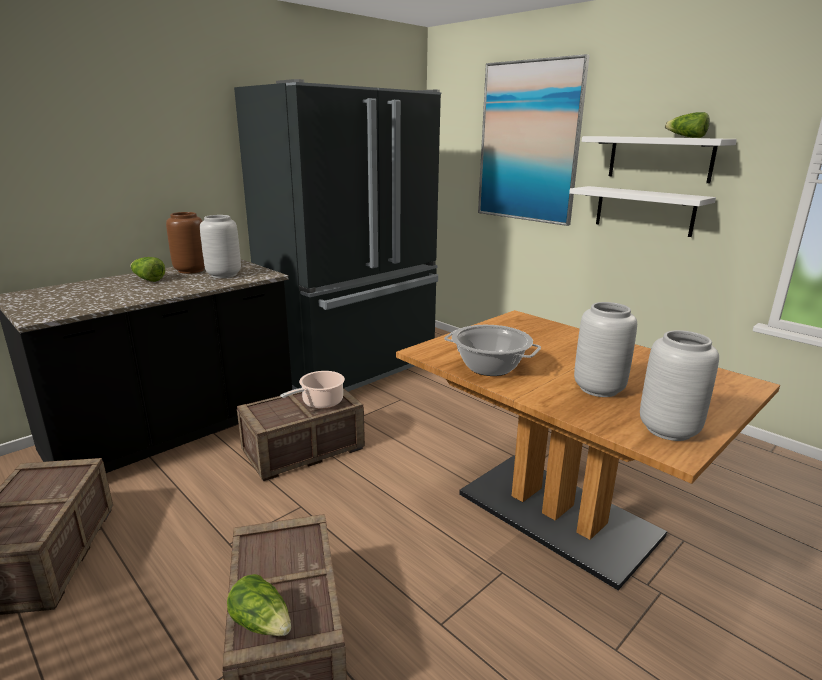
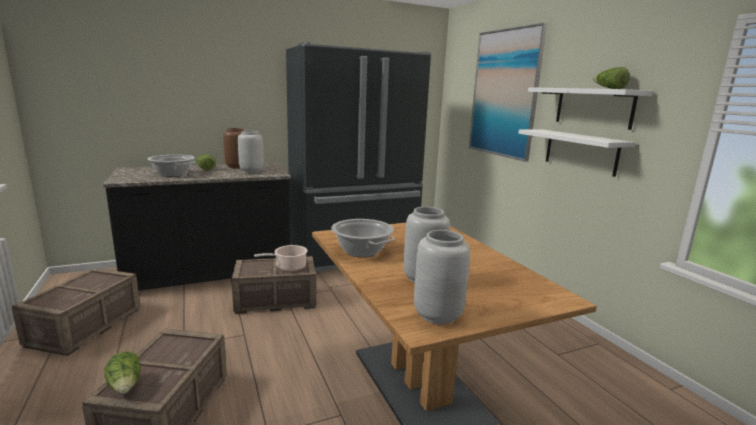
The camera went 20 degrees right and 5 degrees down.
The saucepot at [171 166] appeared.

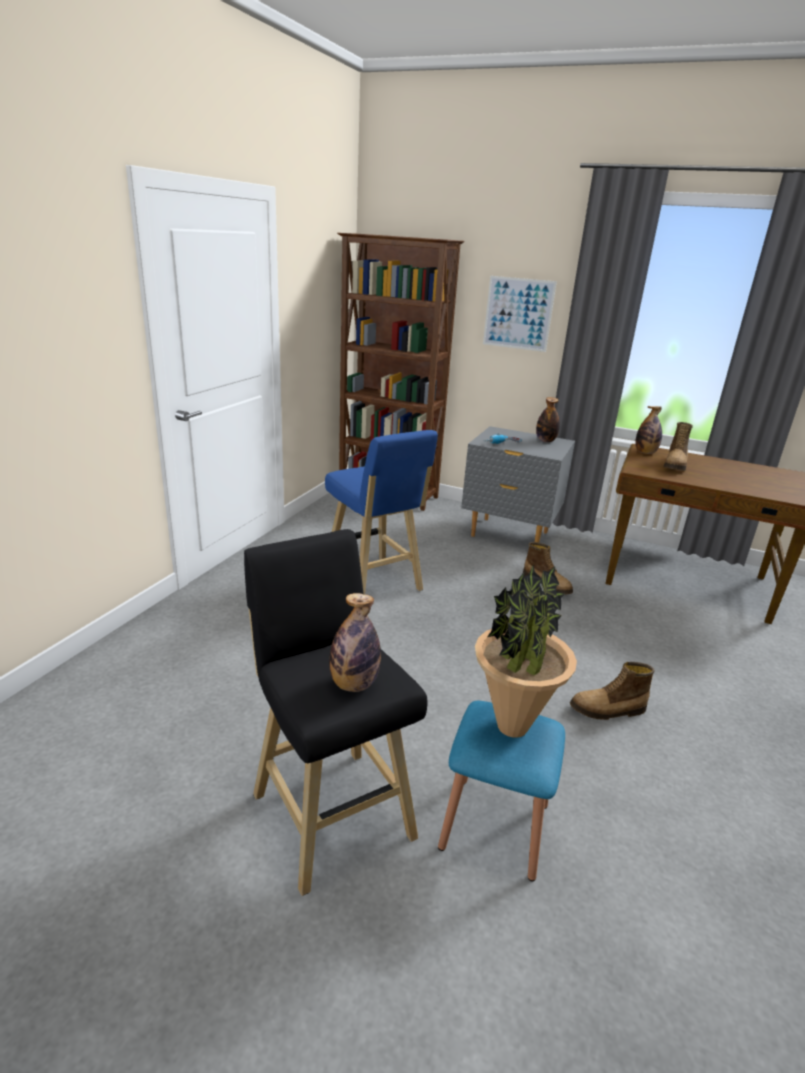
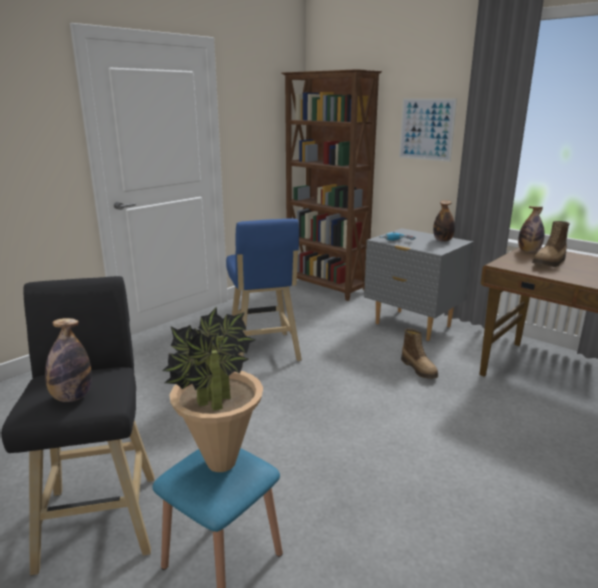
The camera went 20 degrees right and 5 degrees down.
The tall boot at [612 691] disappeared.

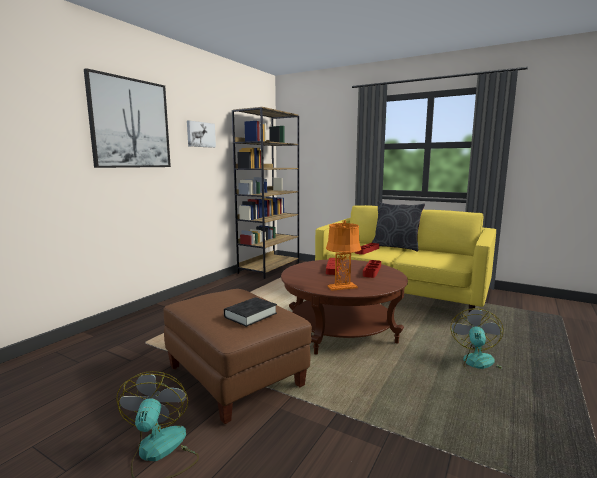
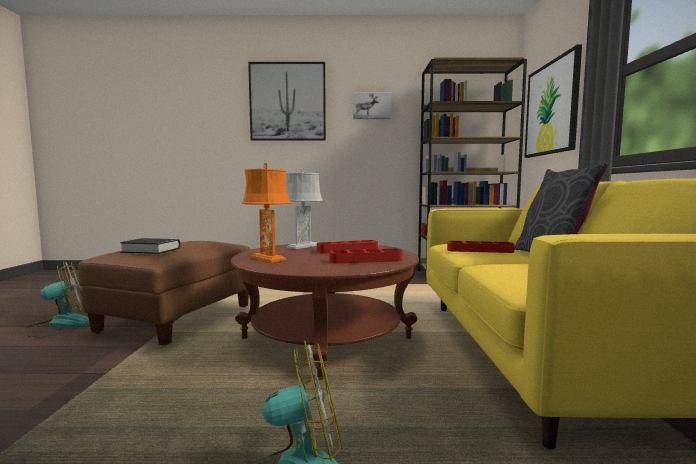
The camera went 60 degrees right and 5 degrees down.
The picture at [553 101] appeared.
The gray lamp for a table at [304 208] appeared.

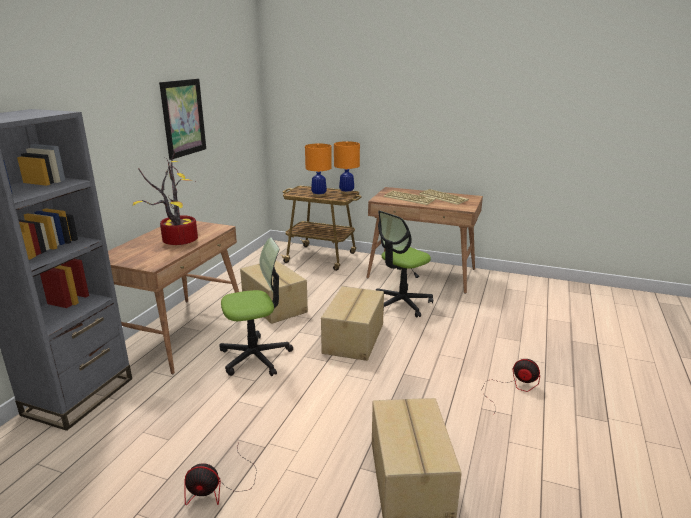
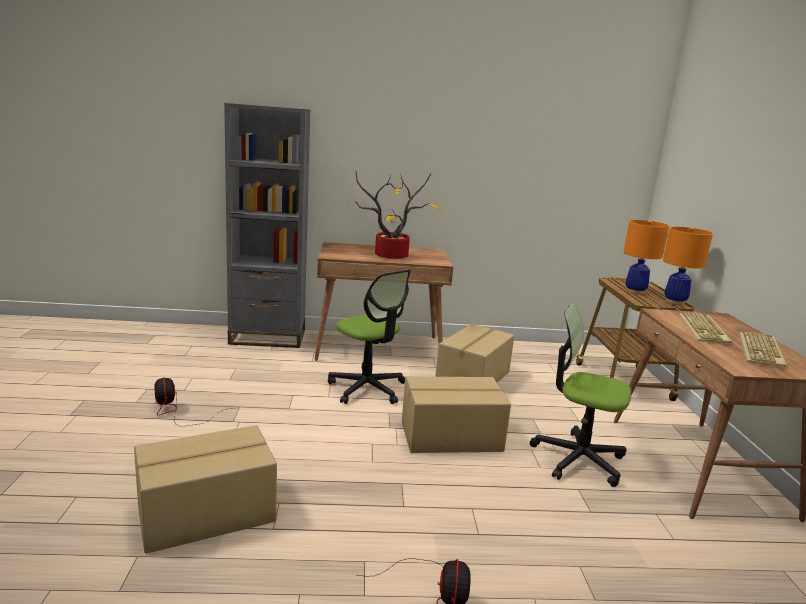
The camera went 65 degrees right and 5 degrees down.
The picture at [182 119] disappeared.

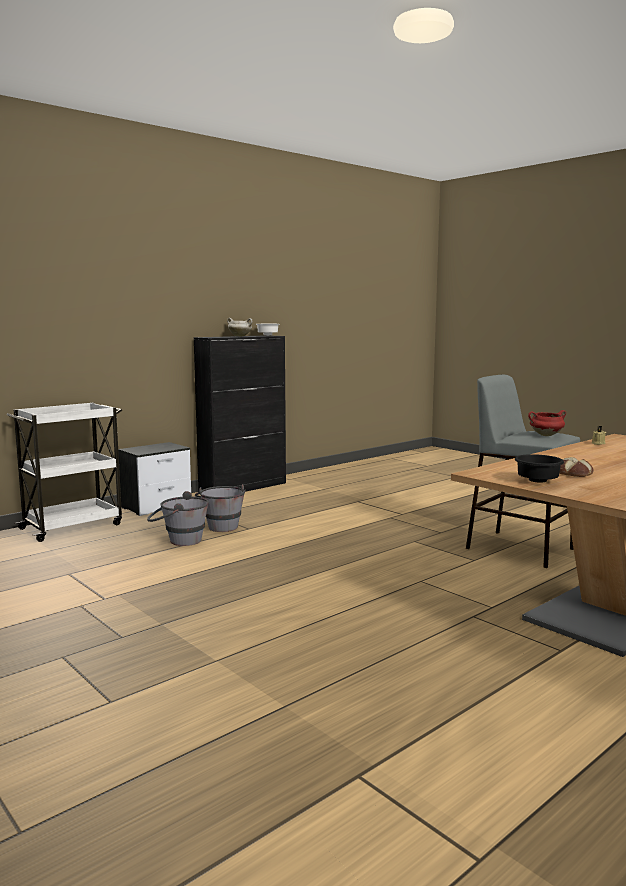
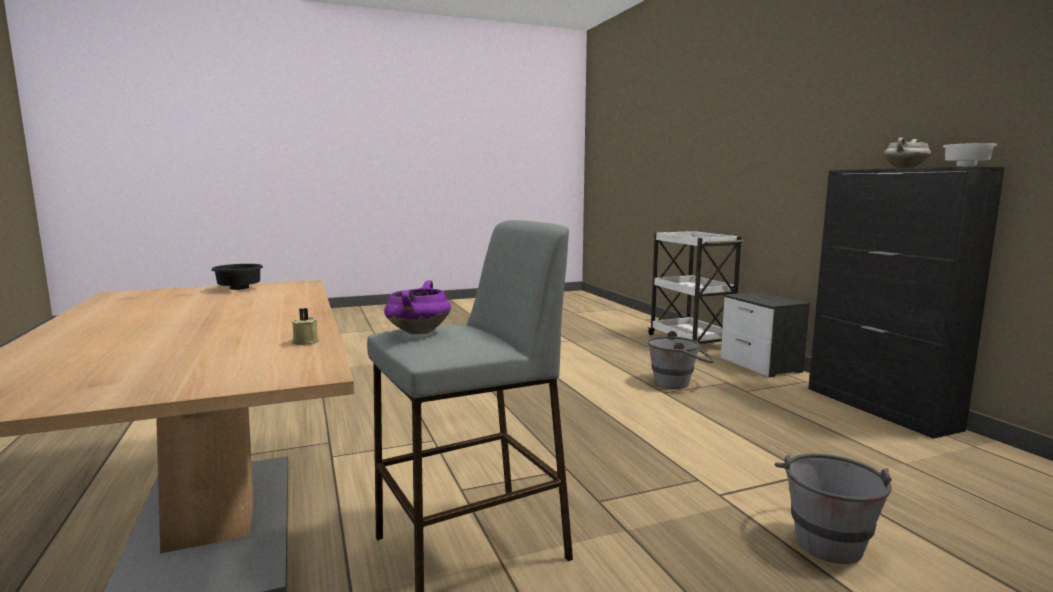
The camera went 110 degrees right and 0 degrees up.
The red-coloured saucepot at [547 423] became the purple saucepot at [417 307].
The bakery bread at [576 467] disappeared.
The gray water bucket moved from [178 518] to [833 509].

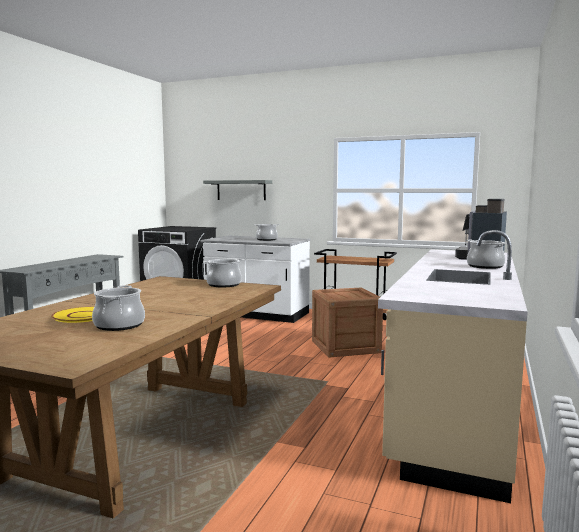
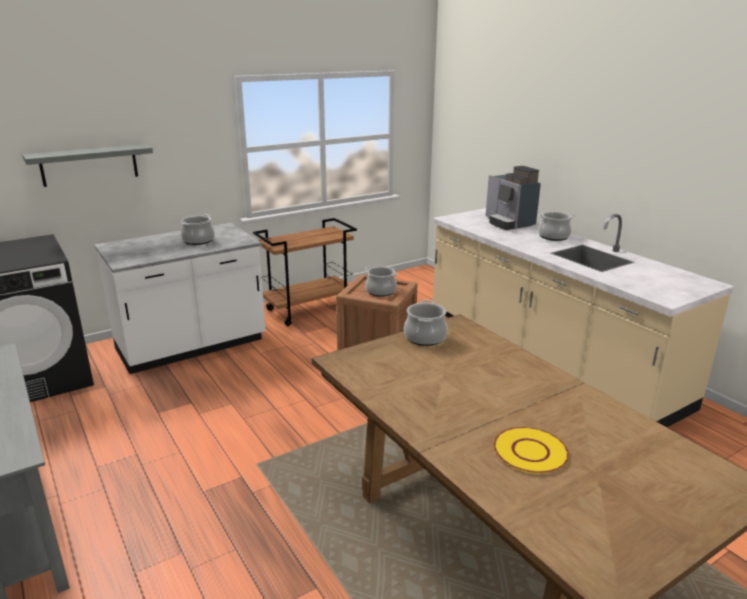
The camera went 55 degrees left and 15 degrees up.
The saucepot moved from [118 308] to [381 282].

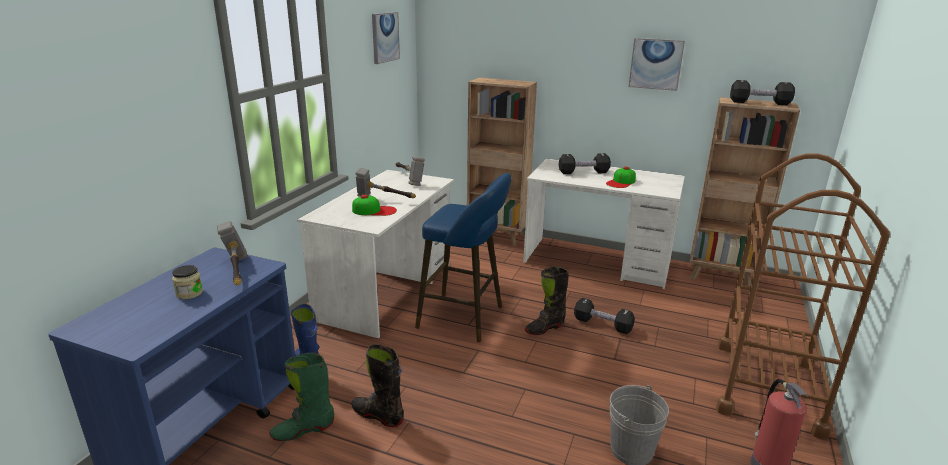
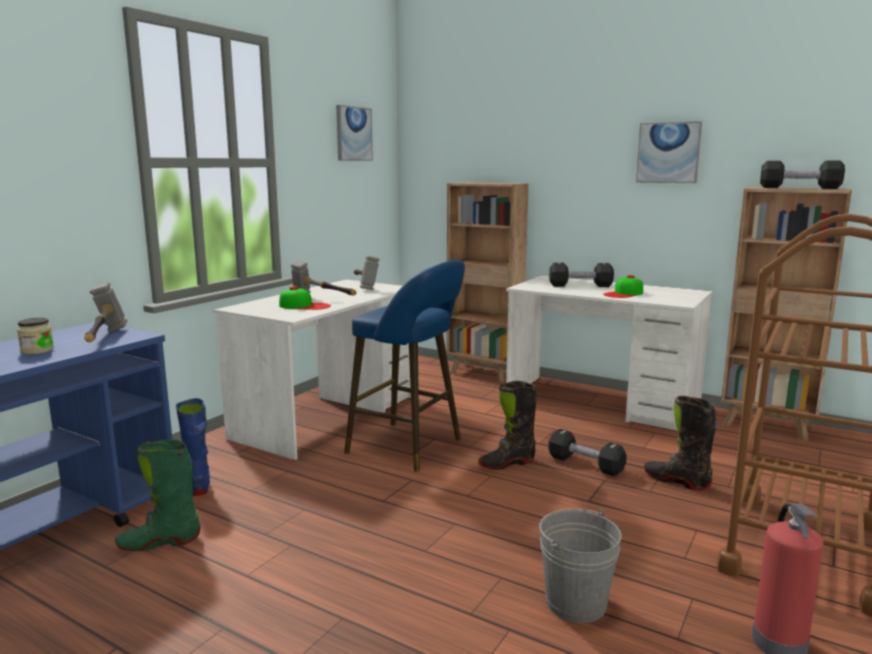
The camera went 10 degrees right and 10 degrees down.
The black tall boot moved from [377 385] to [680 443].

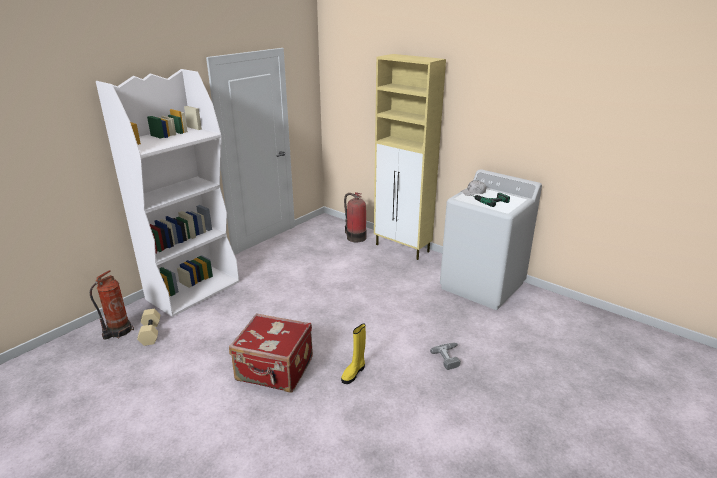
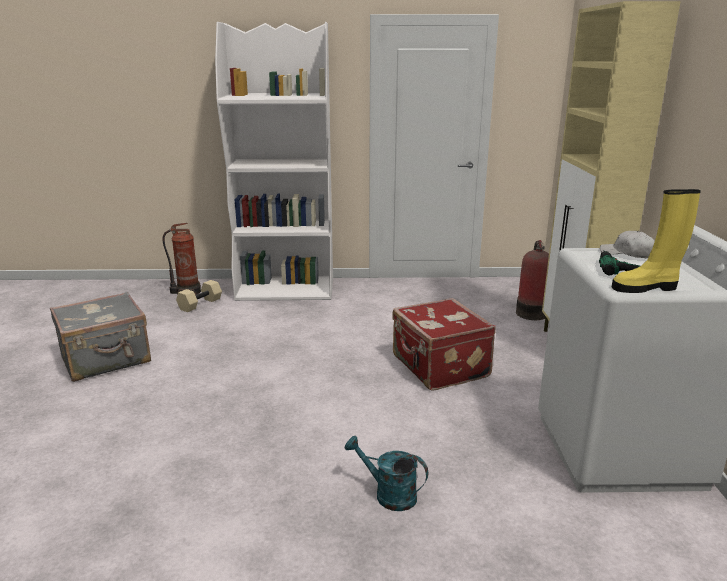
The camera went 50 degrees right and 5 degrees down.
The red-coloured travel case moved from [271 353] to [444 344].
The yellowish tall boot moved from [353 353] to [656 241].
The power drill at [445 356] was replaced by the turquoise-coloured watering pot at [386 473].
The gray travel case at [100 337] appeared.

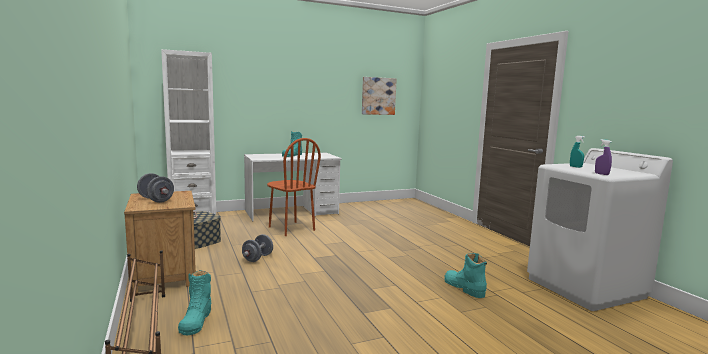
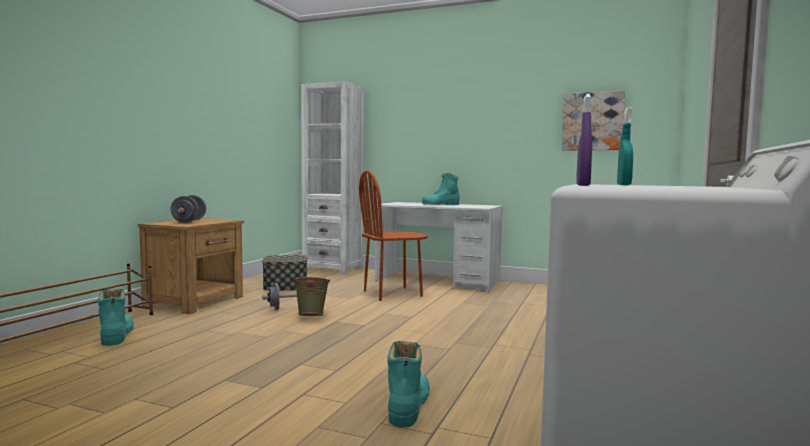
The camera went 45 degrees right and 5 degrees down.
The brown-coloured chair at [294 187] turned 60 degrees clockwise.
The turquoise-coloured tall boot at [195 302] turned 120 degrees clockwise.
The green water bucket at [312 296] appeared.

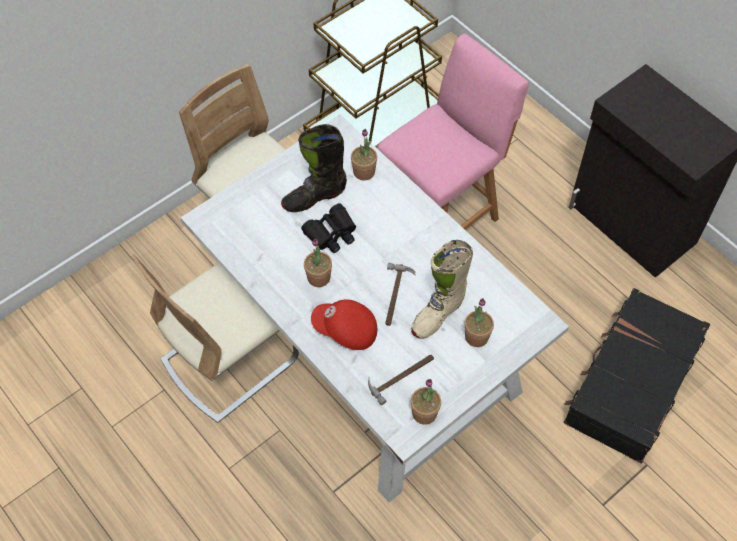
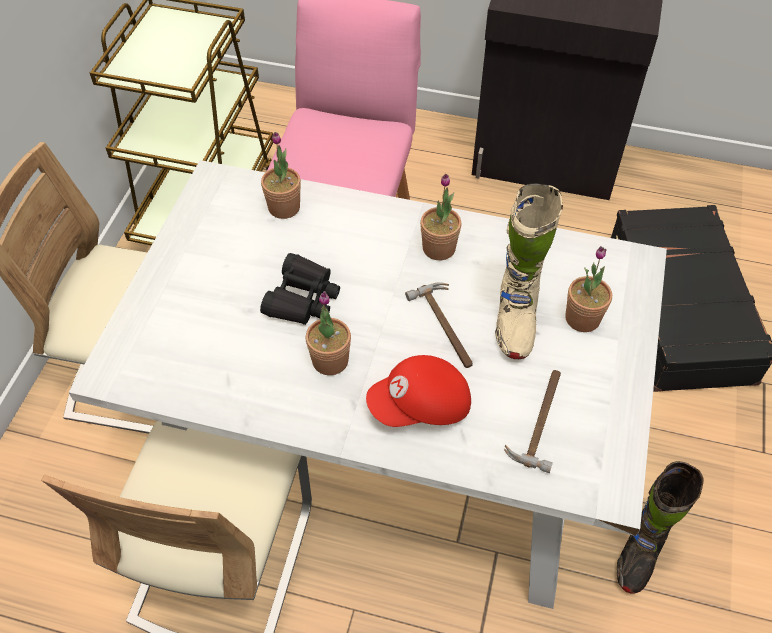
The camera went 35 degrees left and 5 degrees down.
The black tall boot moved from [314 168] to [660 527].
The houseplant moved from [426 402] to [440 217].

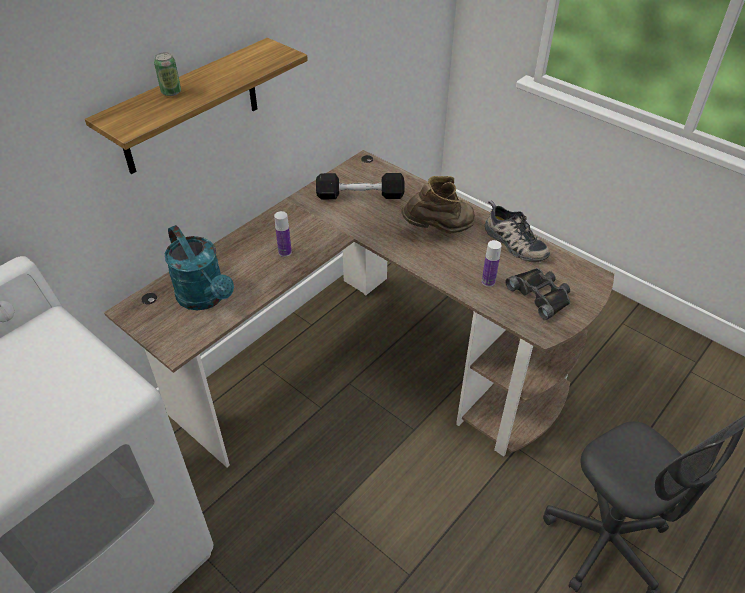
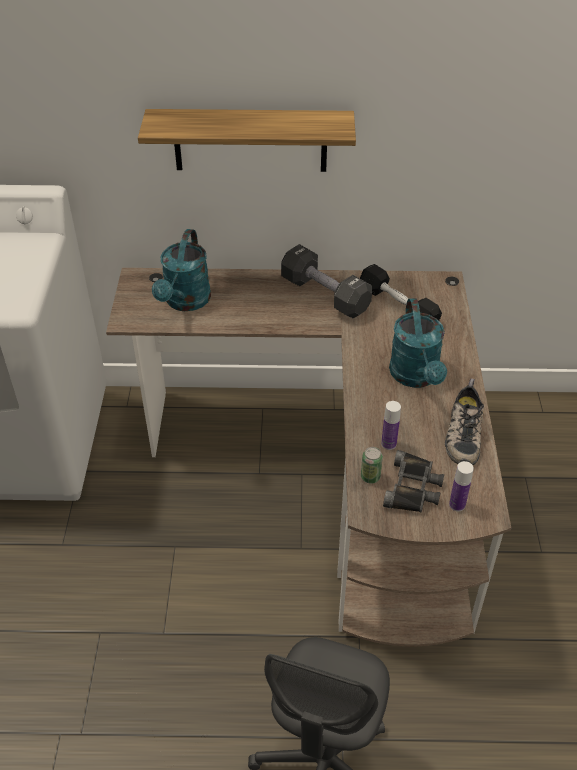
The camera went 50 degrees right and 0 degrees up.
The metal can moved from [167 74] to [372 465].
The brown-coloured tall boot at [438 205] was replaced by the turquoise-coloured watering pot at [418 343].
The drink bottle moved from [283 234] to [461 486].
The black free weight at [326 281] appeared.

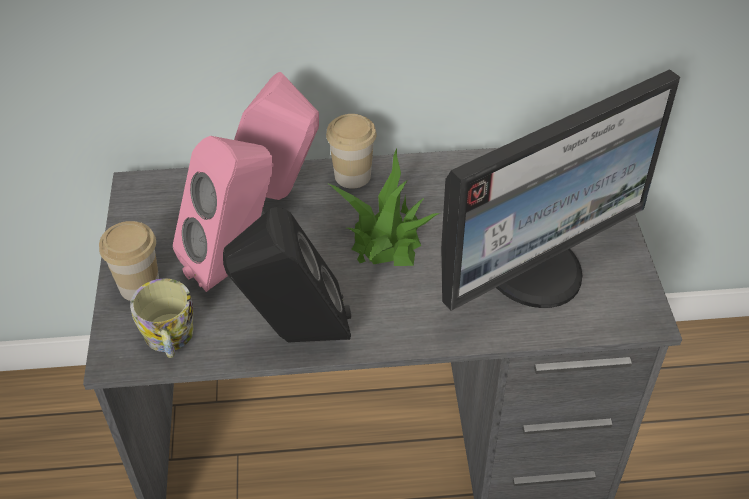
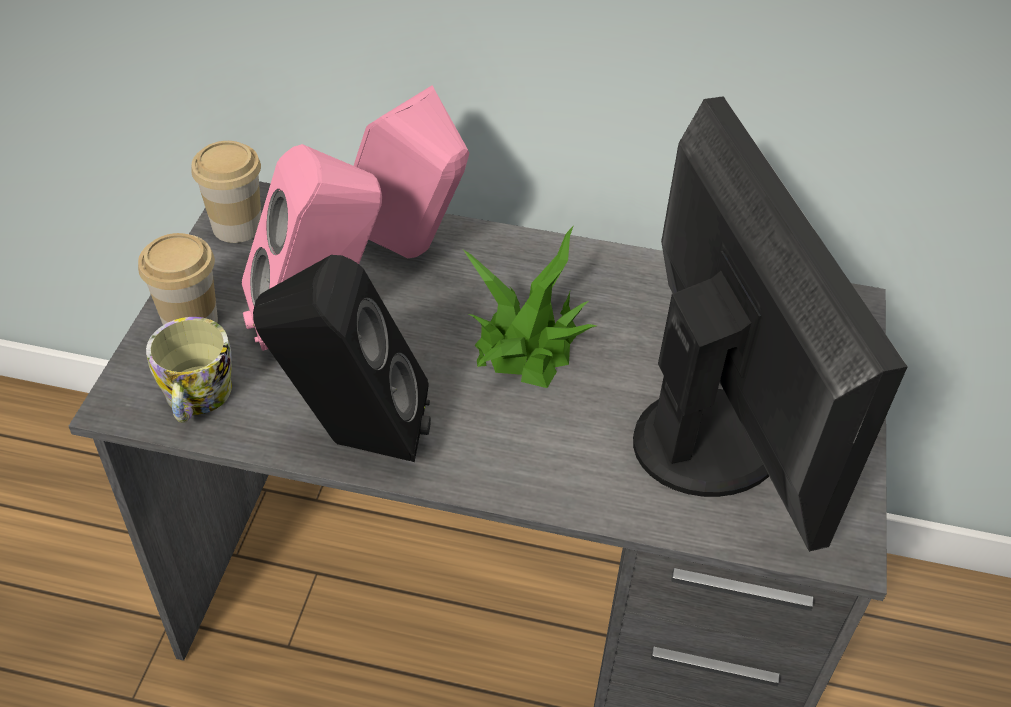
The camera went 15 degrees right and 0 degrees up.
The computer display at [560 190] turned 90 degrees counterclockwise.
The small cup moved from [351 151] to [226 192].

